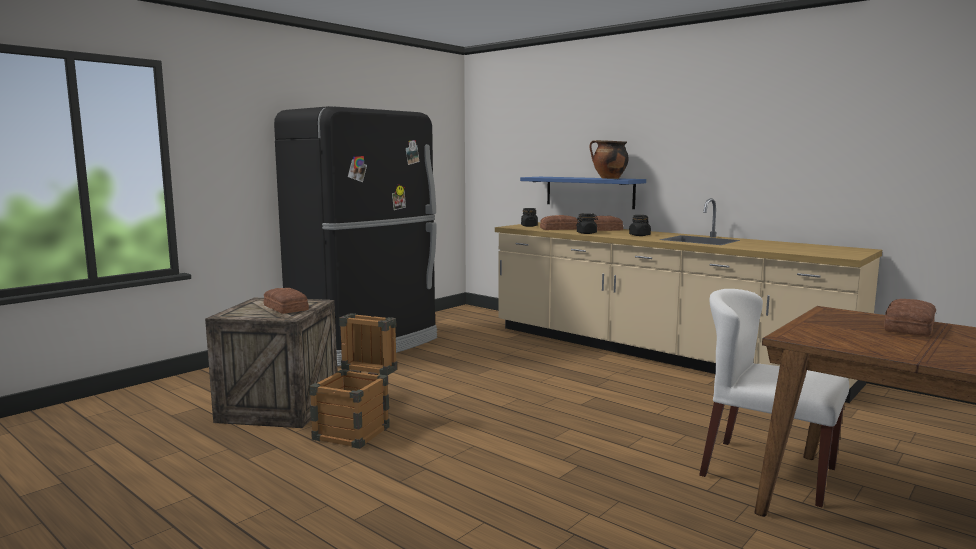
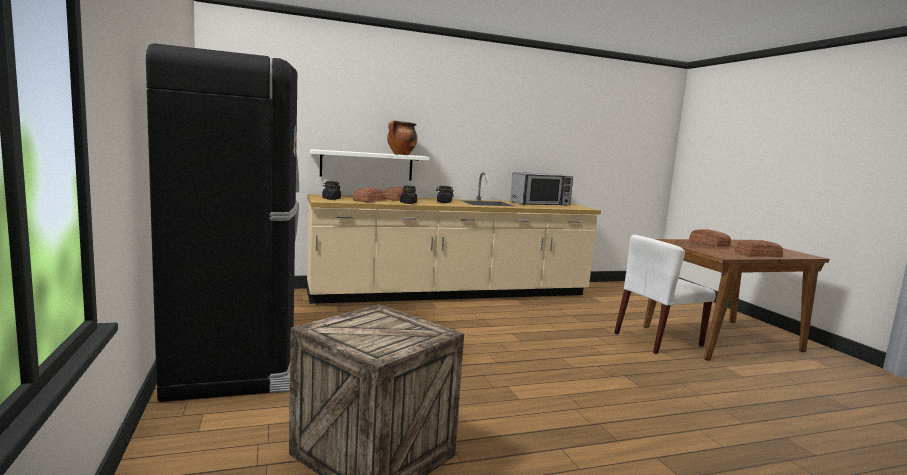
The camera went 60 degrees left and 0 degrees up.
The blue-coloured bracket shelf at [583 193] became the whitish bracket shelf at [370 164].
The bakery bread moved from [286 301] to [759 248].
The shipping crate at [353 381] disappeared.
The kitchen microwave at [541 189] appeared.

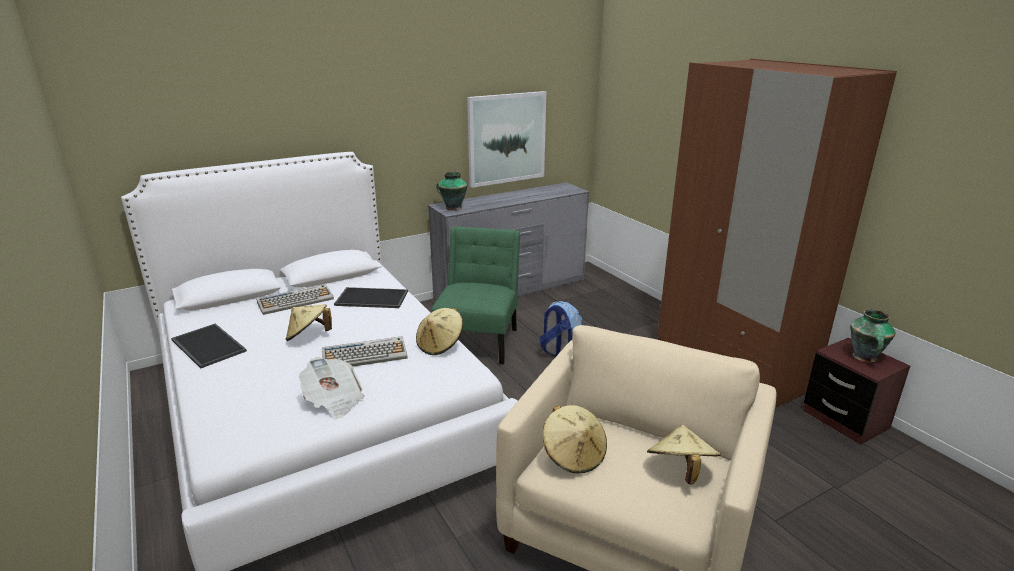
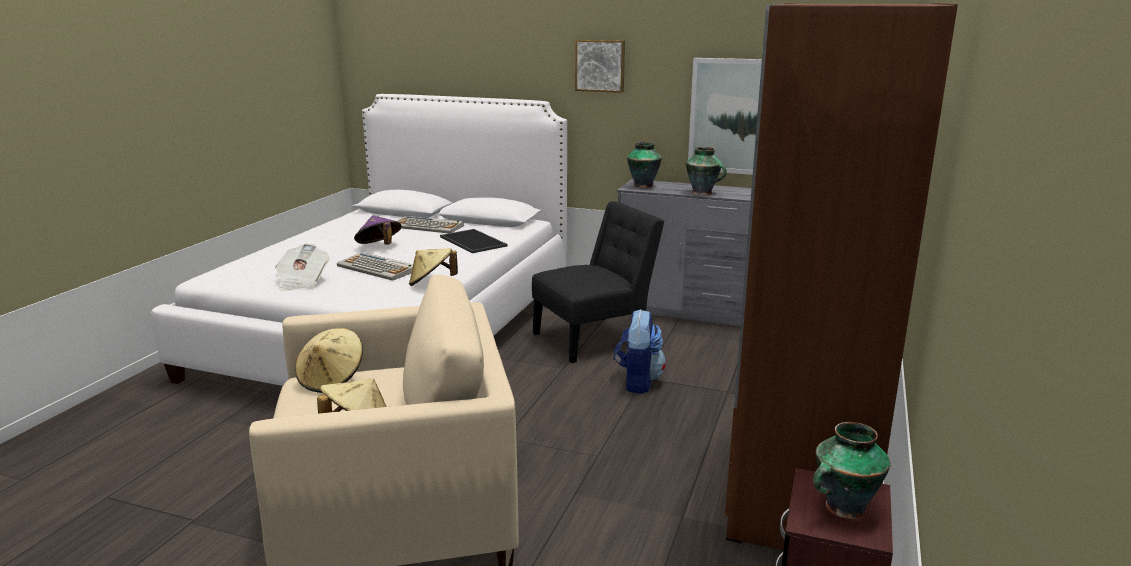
The camera went 50 degrees right and 5 degrees down.
The green chair at [476 295] became the black chair at [598 282].
The sand-coloured hat at [309 322] became the purple hat at [377 230].
The tray at [209 346] disappeared.
The picture at [600 66] appeared.
The flower vase at [706 171] appeared.

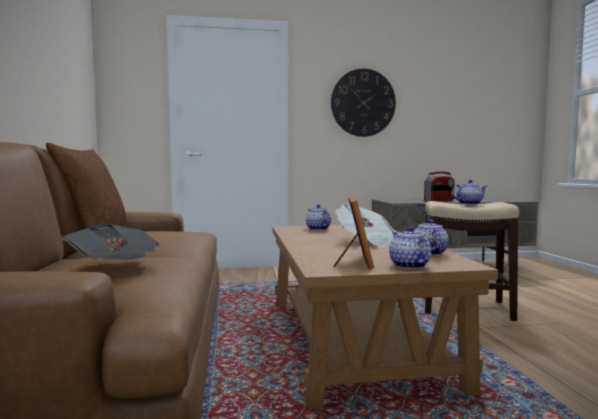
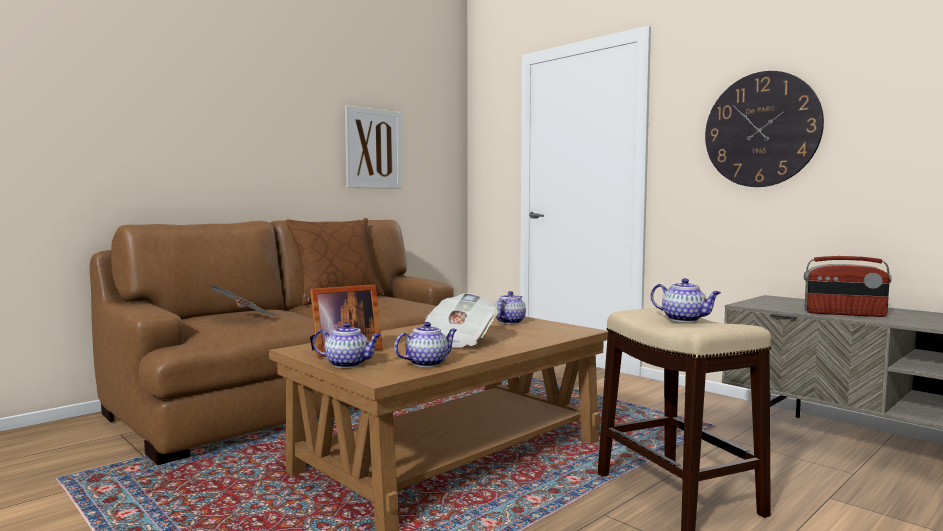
The camera went 55 degrees right and 0 degrees up.
The teapot at [410 247] turned 60 degrees clockwise.
The picture at [373 147] appeared.

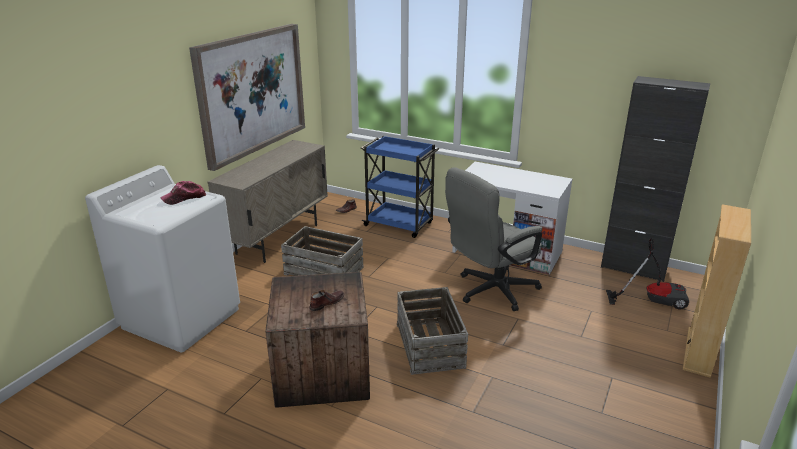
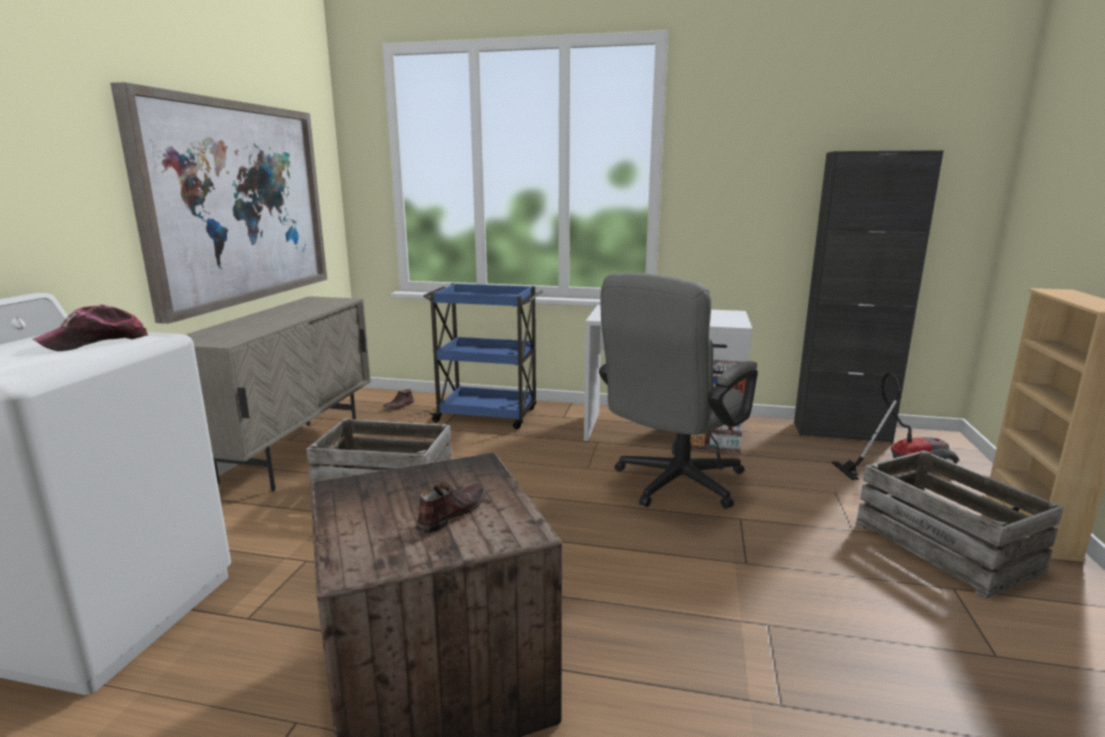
The camera went 15 degrees left and 10 degrees down.
The shipping crate moved from [432 331] to [959 524].

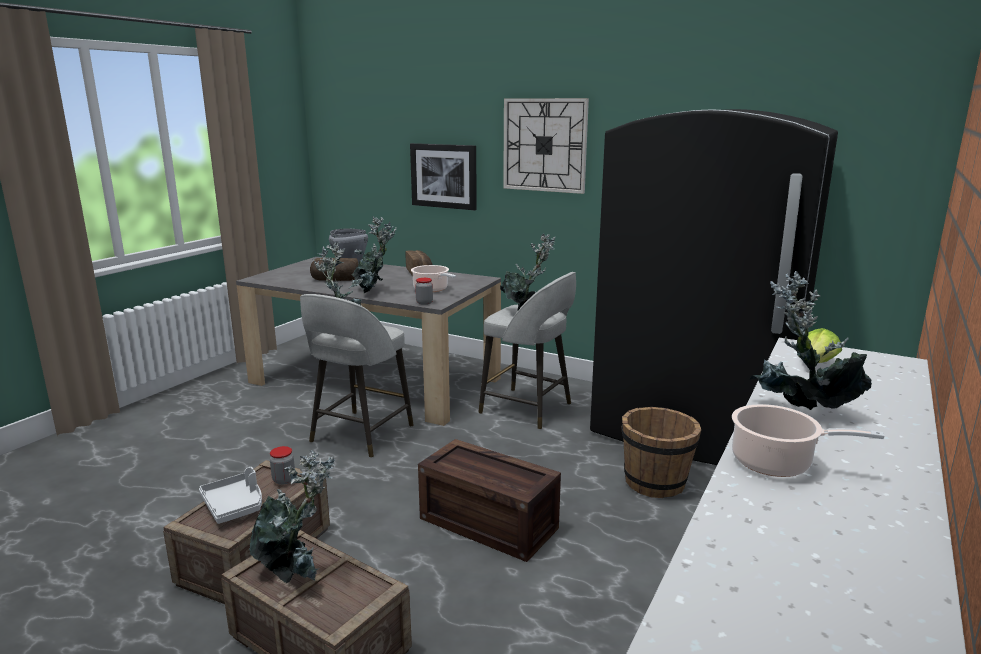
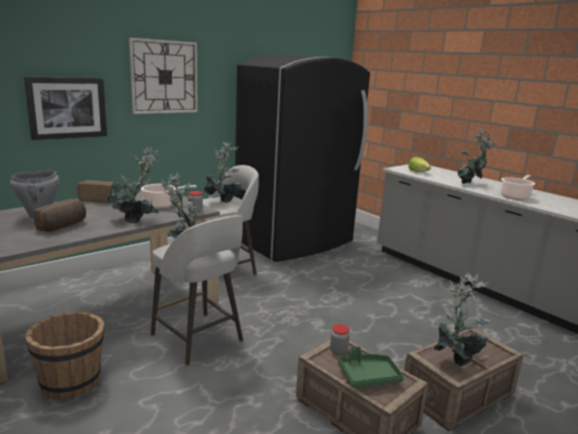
The camera went 70 degrees left and 0 degrees up.
The brown-coloured water bucket moved from [661 452] to [64 355].
The shipping crate at [489 500] disappeared.
The gray tray at [230 495] became the green tray at [371 367].

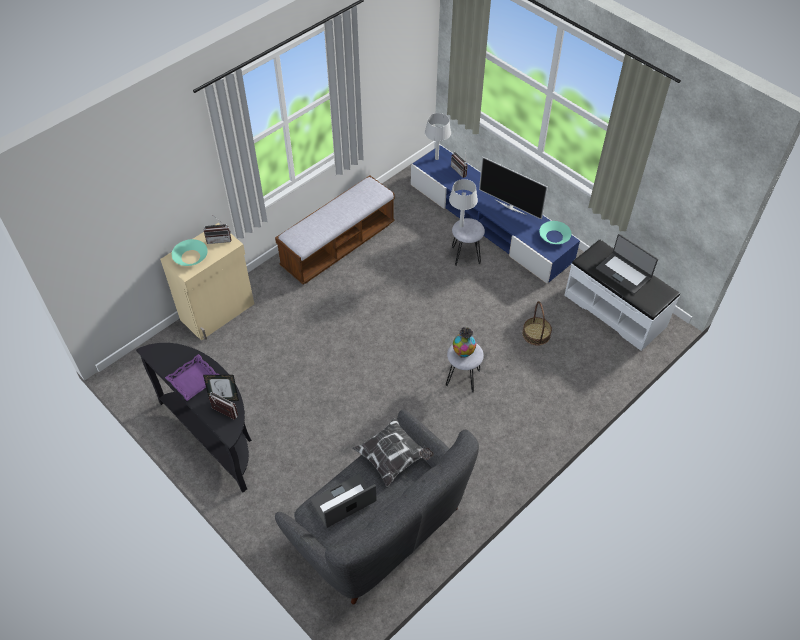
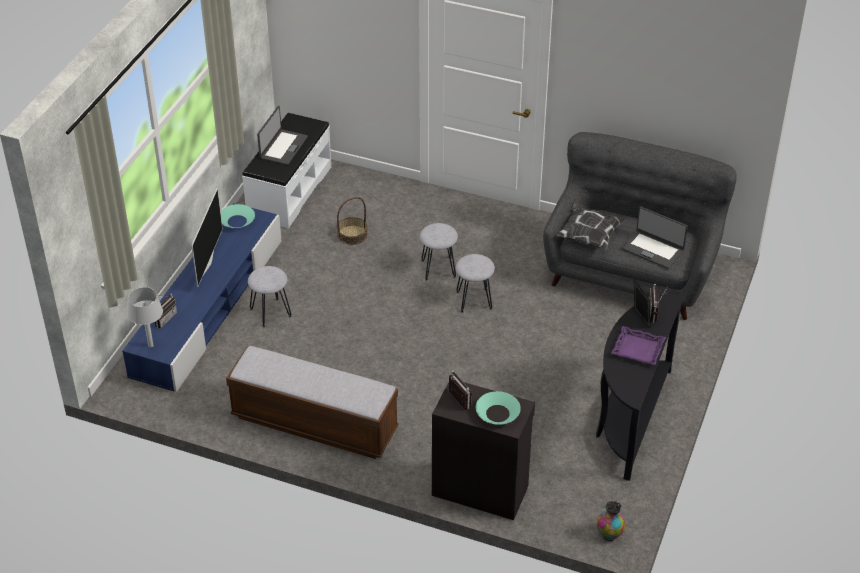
The camera went 115 degrees left and 10 degrees down.
The gray lamp for a table at [463 203] disappeared.
The sand-coloured storage cabinet at [207 282] became the black storage cabinet at [483 451].
The flower vase moved from [464 342] to [611 521].
The gray sitting stool at [475 283] appeared.

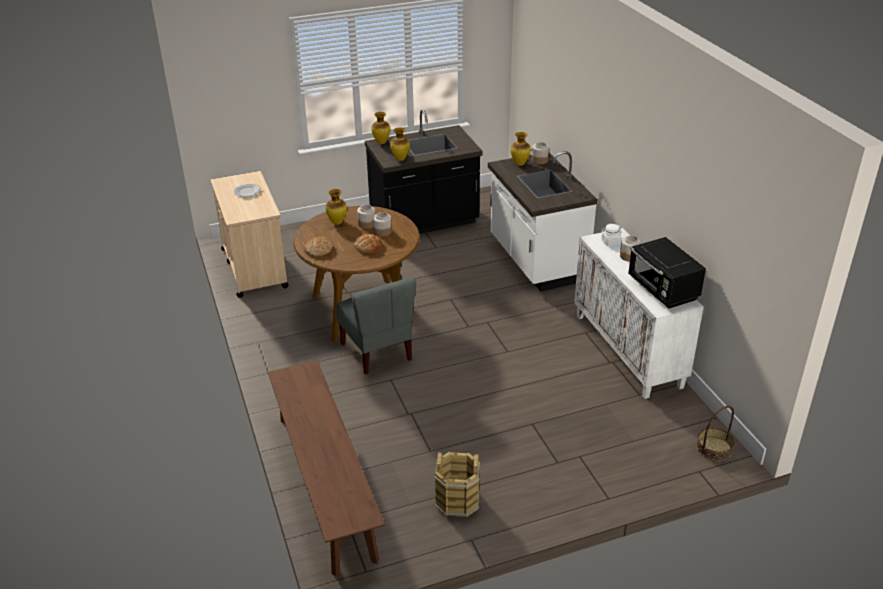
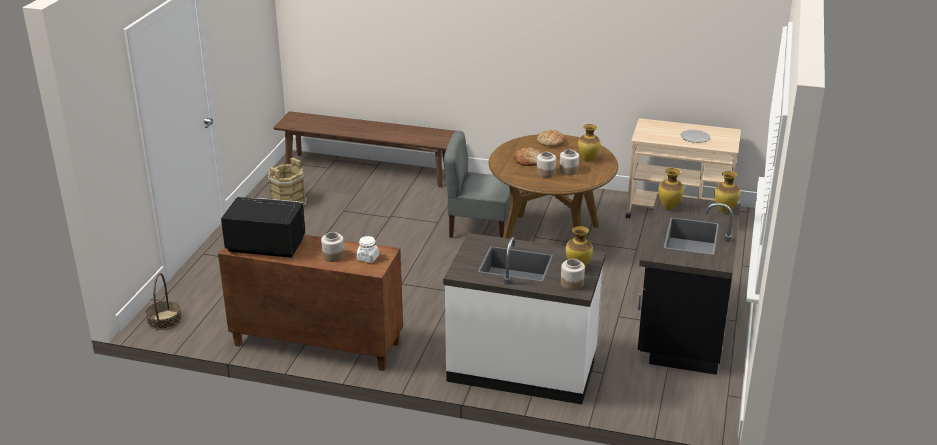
The camera went 125 degrees right and 5 degrees down.
The whitish storage cabinet at [639 313] became the brown-coloured storage cabinet at [310 303].

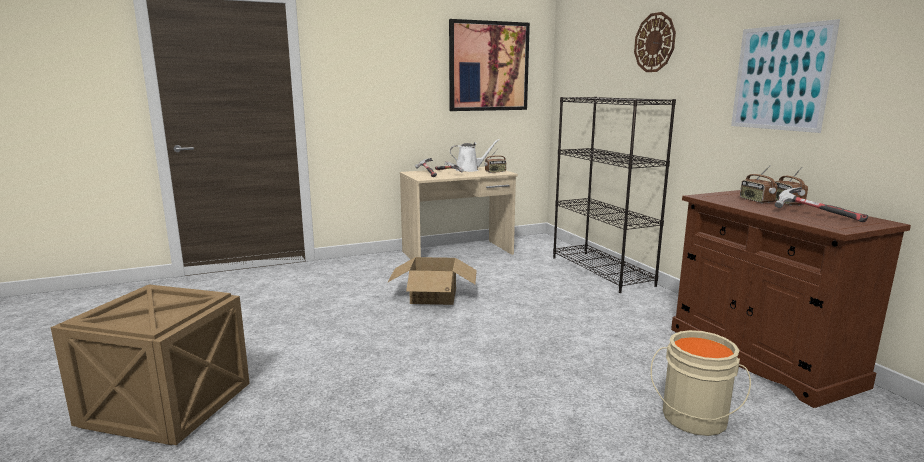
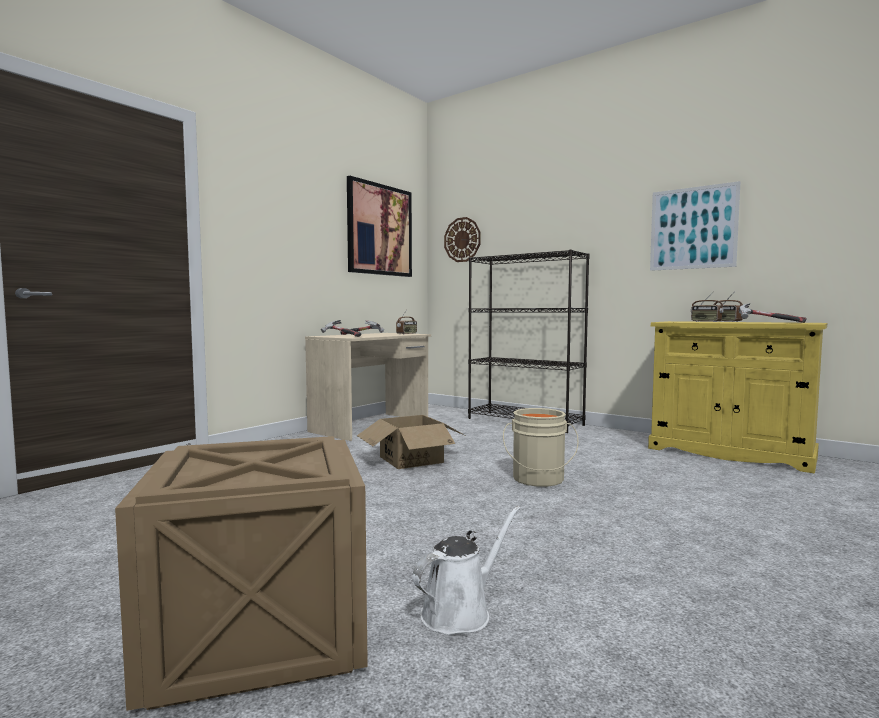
The camera went 30 degrees left and 10 degrees down.
The hanging clock moved from [655 42] to [462 239].
The whitish watering pot moved from [475 155] to [466 570].
The brown-coloured storage cabinet at [791 299] became the yellowish storage cabinet at [737 397].
The sand-coloured water bucket moved from [701 383] to [540 447].

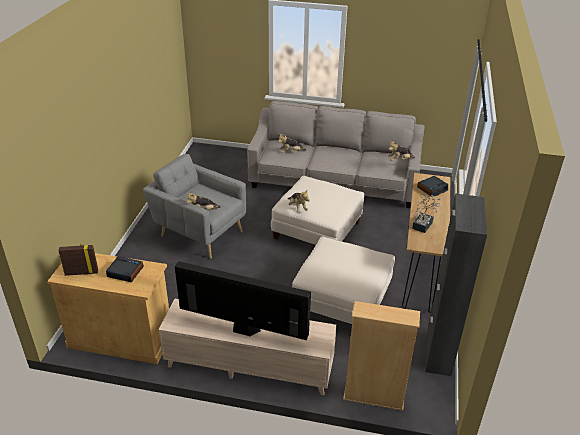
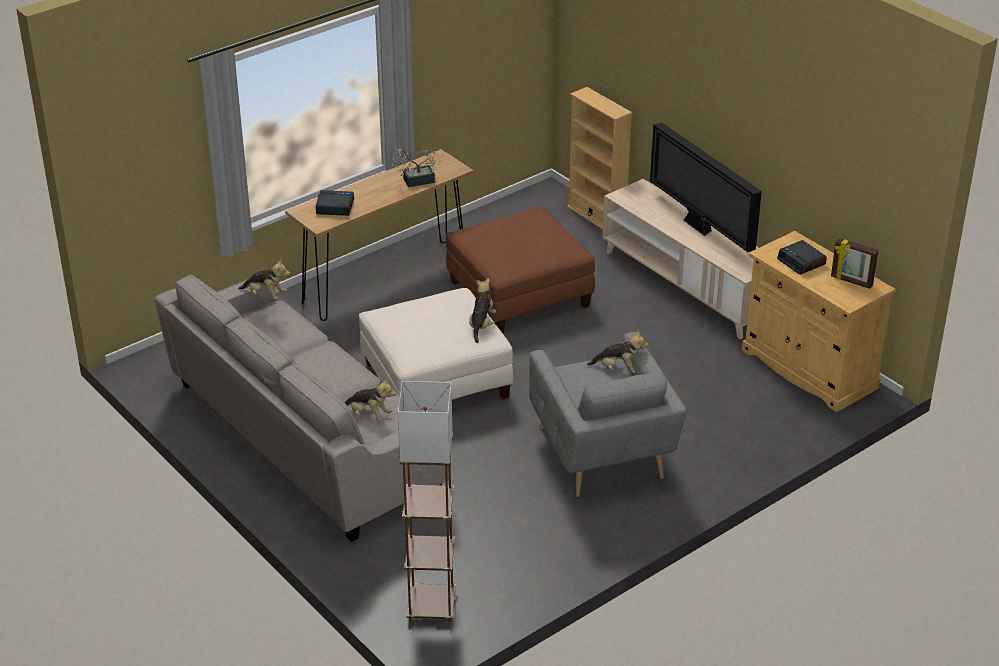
The camera went 140 degrees left and 0 degrees up.
The black storage cabinet at [456 285] disappeared.
The whitish footrest at [343 280] became the brown-coloured footrest at [520 270].
The brown-coloured standing lamp at [427 502] appeared.

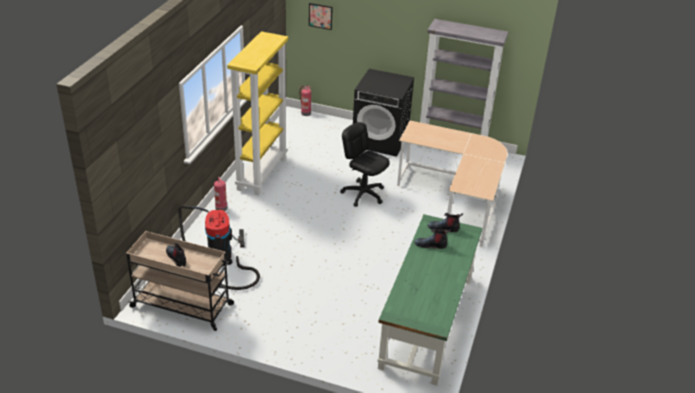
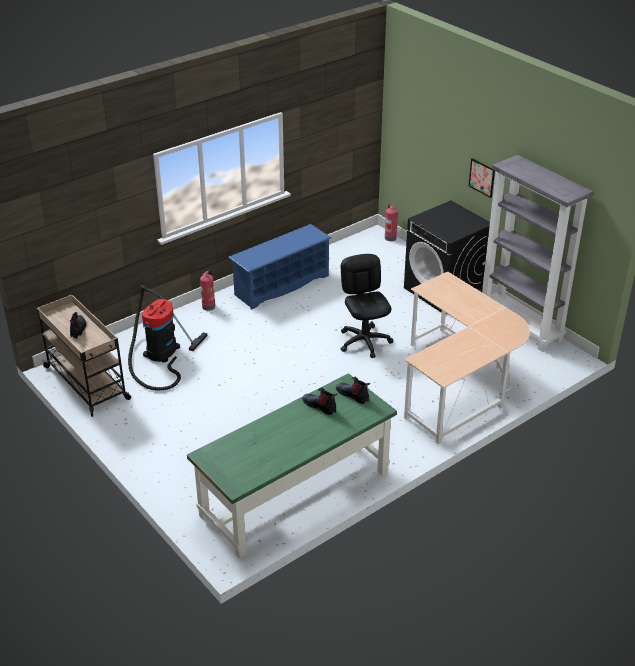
The camera went 35 degrees right and 0 degrees up.
The picture moved from [321 16] to [482 178].
The yellowish shelving unit at [257 113] was replaced by the blue-coloured shoe shelf at [279 267].

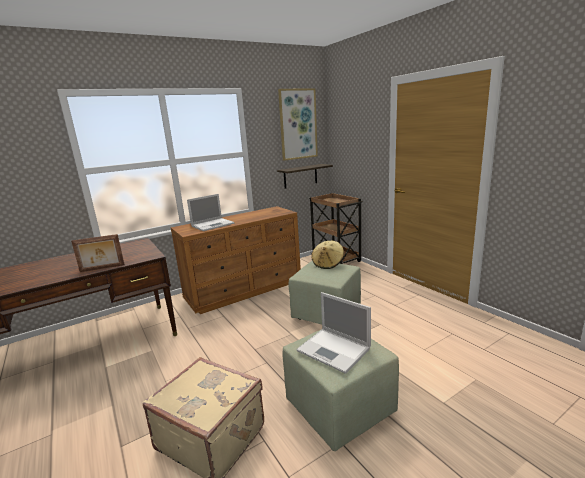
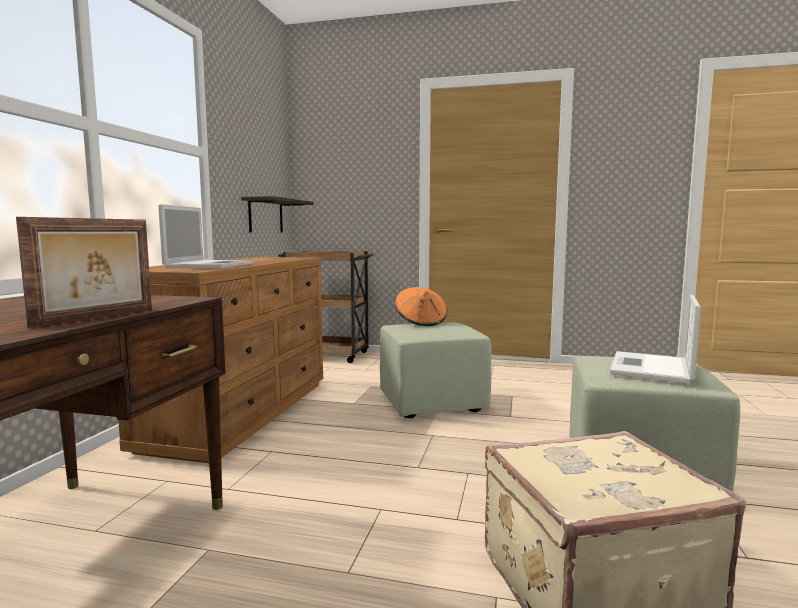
The camera went 45 degrees left and 10 degrees down.
The picture at [298 124] disappeared.
The sand-coloured hat at [327 255] became the orange hat at [421 306].
The portable computer at [333 333] turned 120 degrees clockwise.

